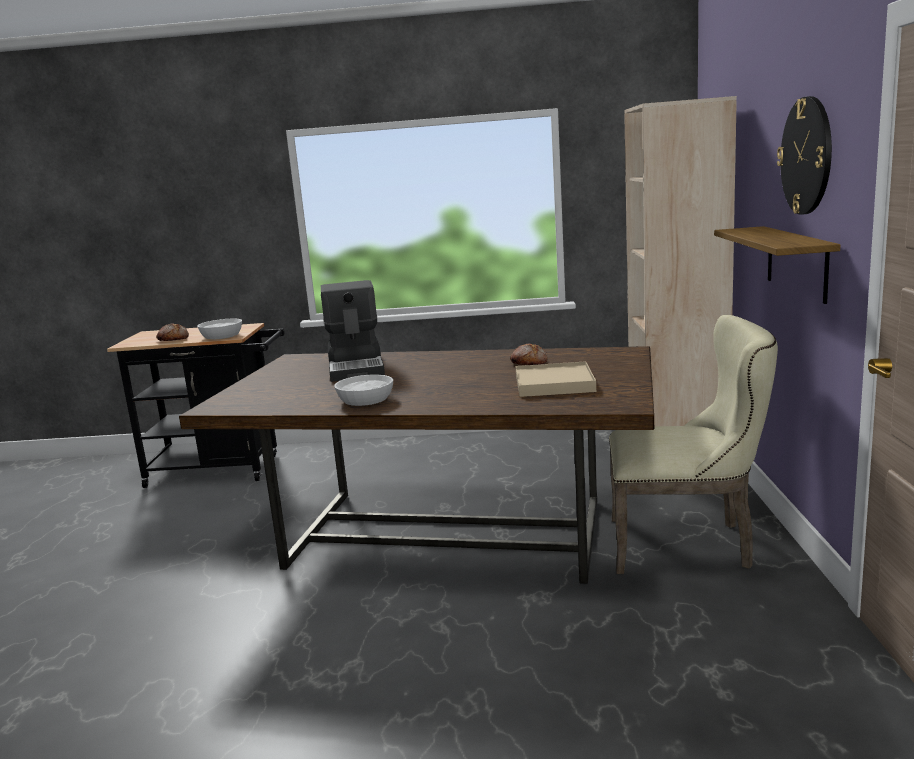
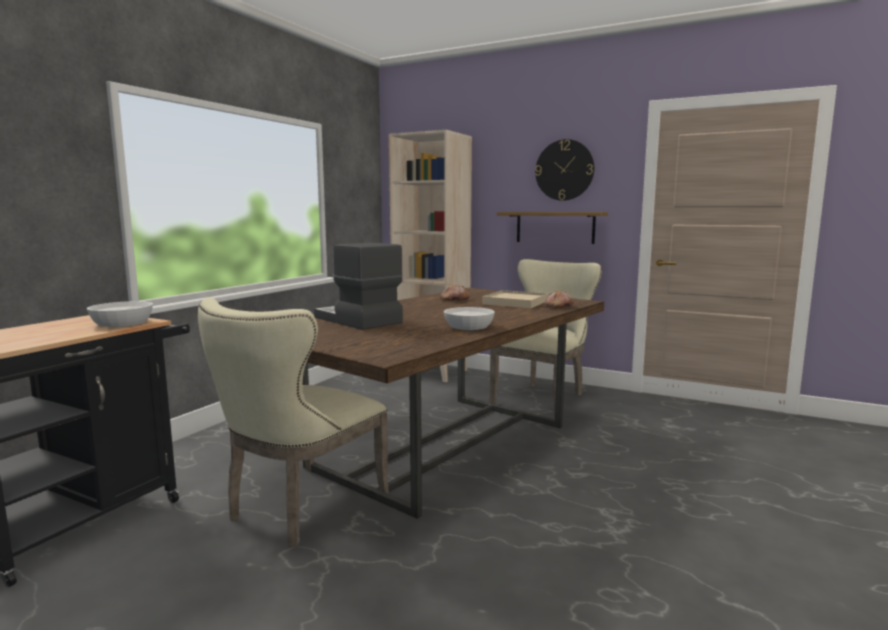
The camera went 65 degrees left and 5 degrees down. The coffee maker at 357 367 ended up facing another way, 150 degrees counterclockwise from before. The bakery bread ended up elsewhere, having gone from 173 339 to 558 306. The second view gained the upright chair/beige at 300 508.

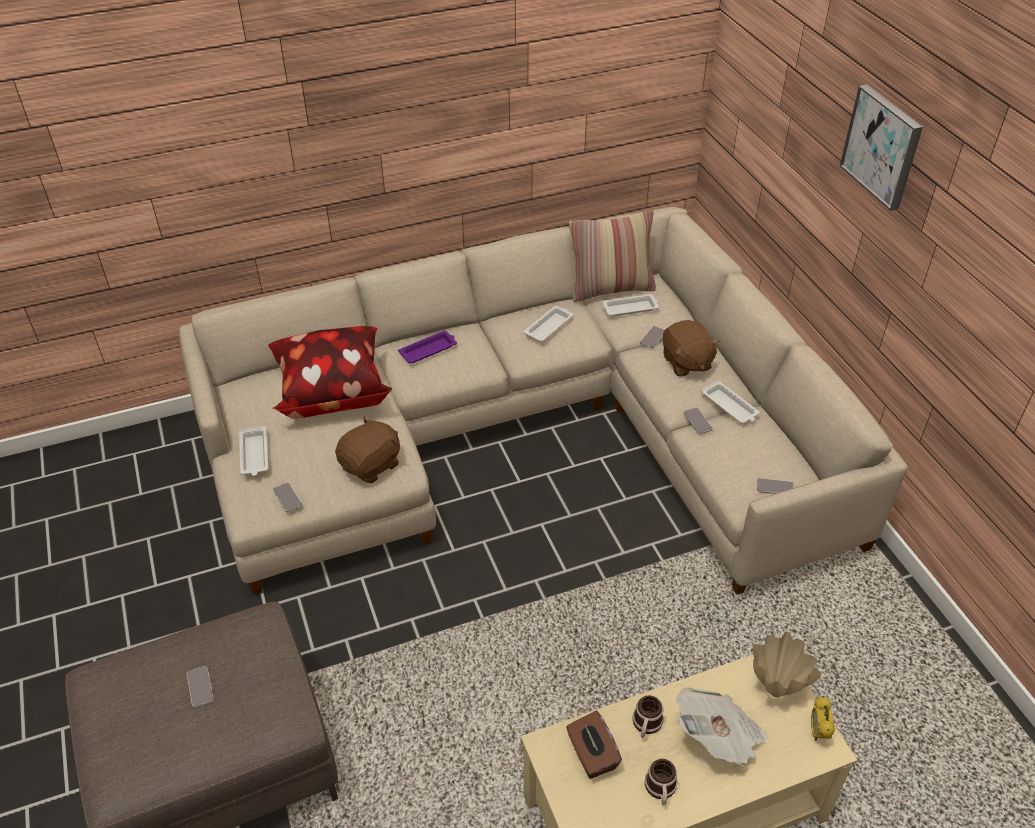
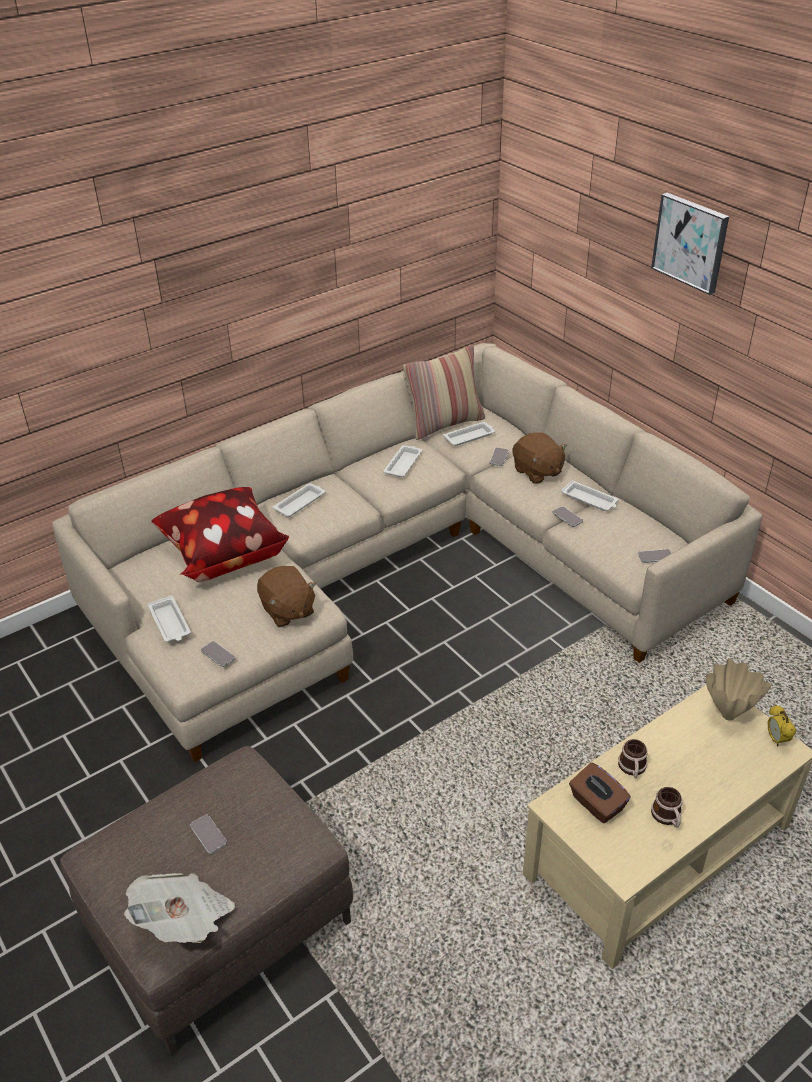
The camera went 15 degrees left and 5 degrees down. What was the serving tray/purple at 429 350 turned into the serving tray/white-coloured at 300 503. The plush toy/brown-coloured at 371 465 ended up facing another way, 120 degrees clockwise from before. The printed paper ended up elsewhere, having gone from 719 737 to 184 920.

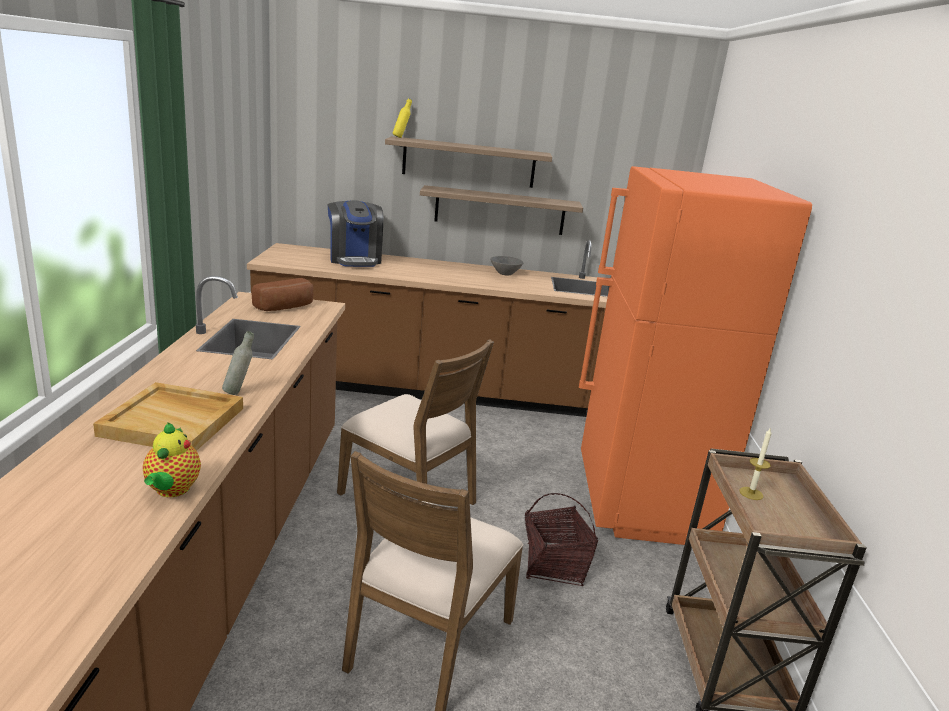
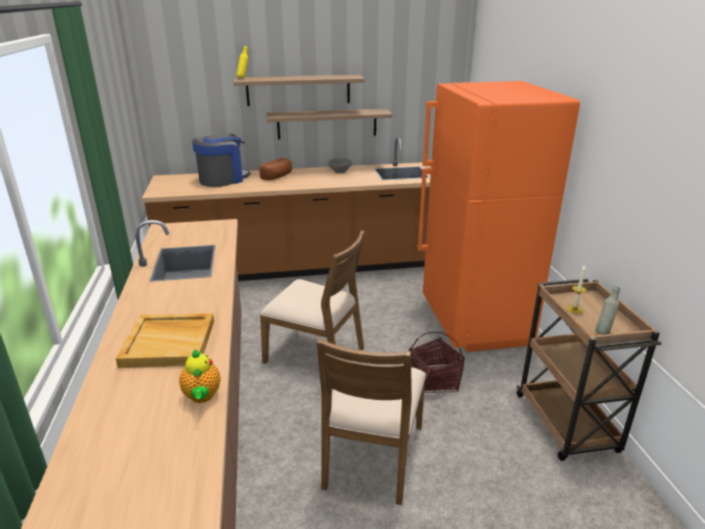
The camera went 10 degrees left and 5 degrees up. The coffee maker at 354 259 ended up facing another way, 105 degrees counterclockwise from before. The bakery bread ended up elsewhere, having gone from 286 307 to 278 176. The bottle/gray ended up elsewhere, having gone from 239 392 to 603 332.

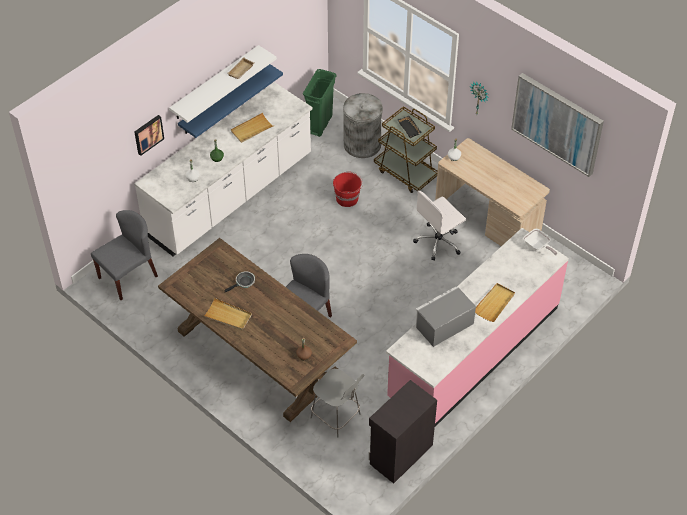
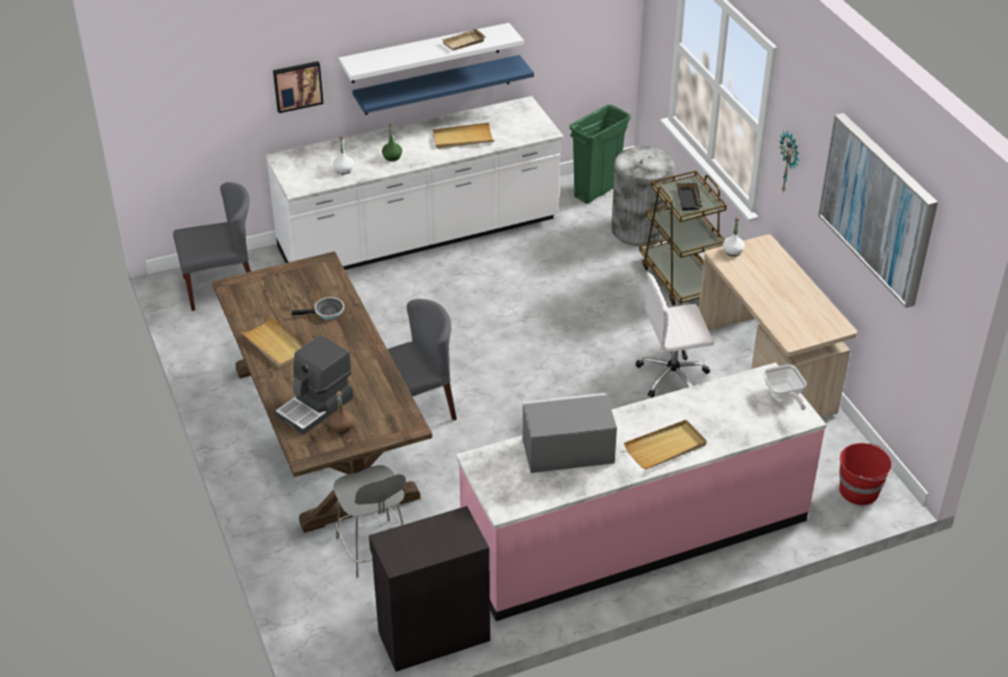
The camera went 25 degrees right and 10 degrees down. The water bucket/reddish ended up elsewhere, having gone from 347 198 to 860 491. The second view gained the coffee maker at 316 407.

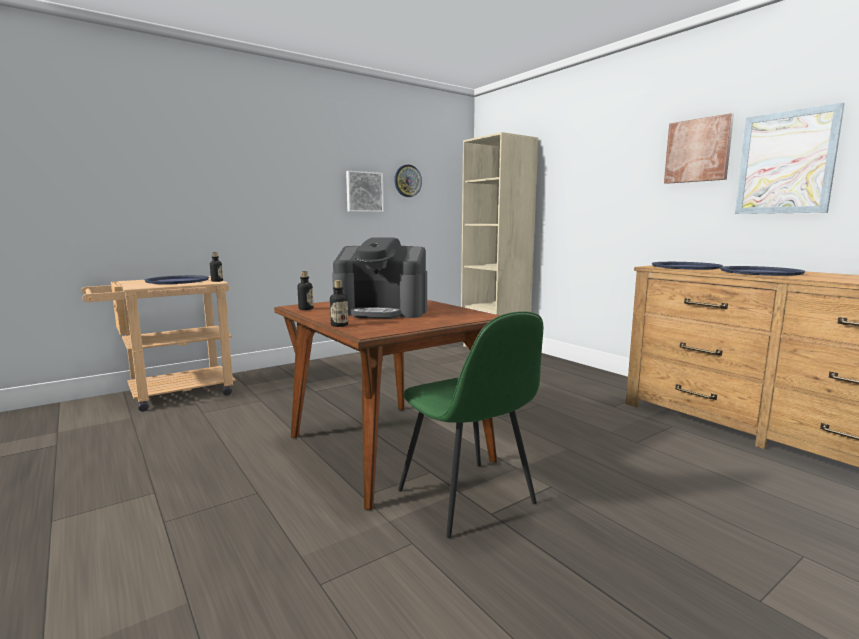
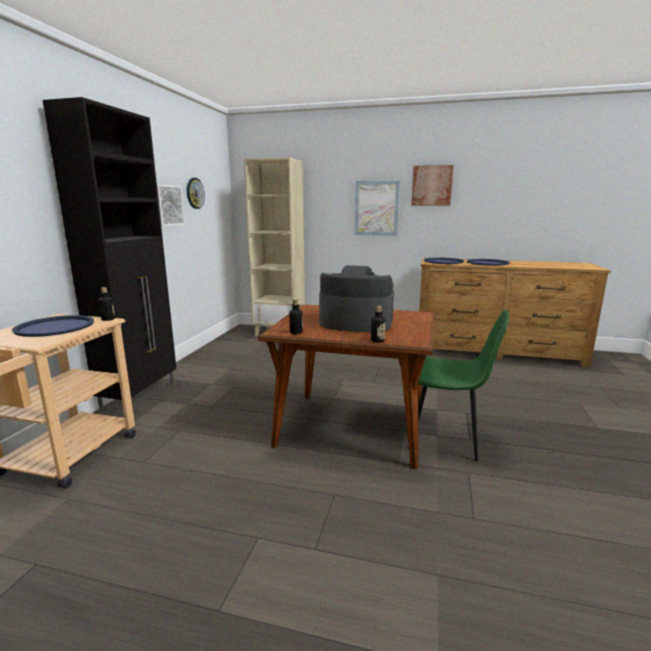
The camera went 40 degrees left and 5 degrees up. The picture ended up elsewhere, having gone from 785 163 to 376 208. The coffee maker at 382 311 ended up facing another way, 135 degrees counterclockwise from before. The second view gained the cabinet/black-coloured at 141 397.

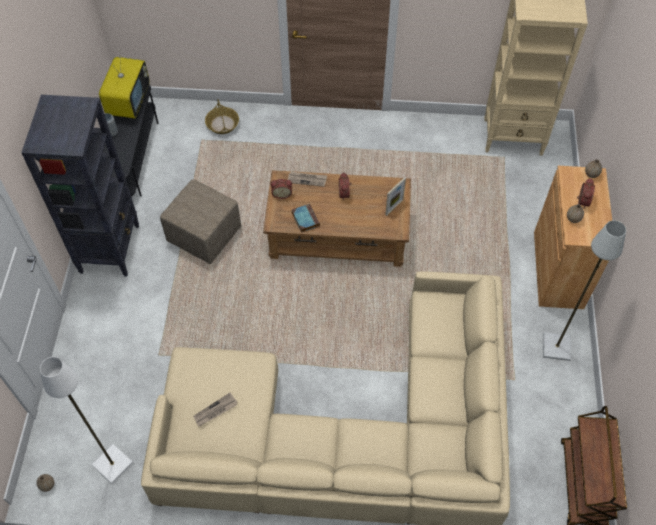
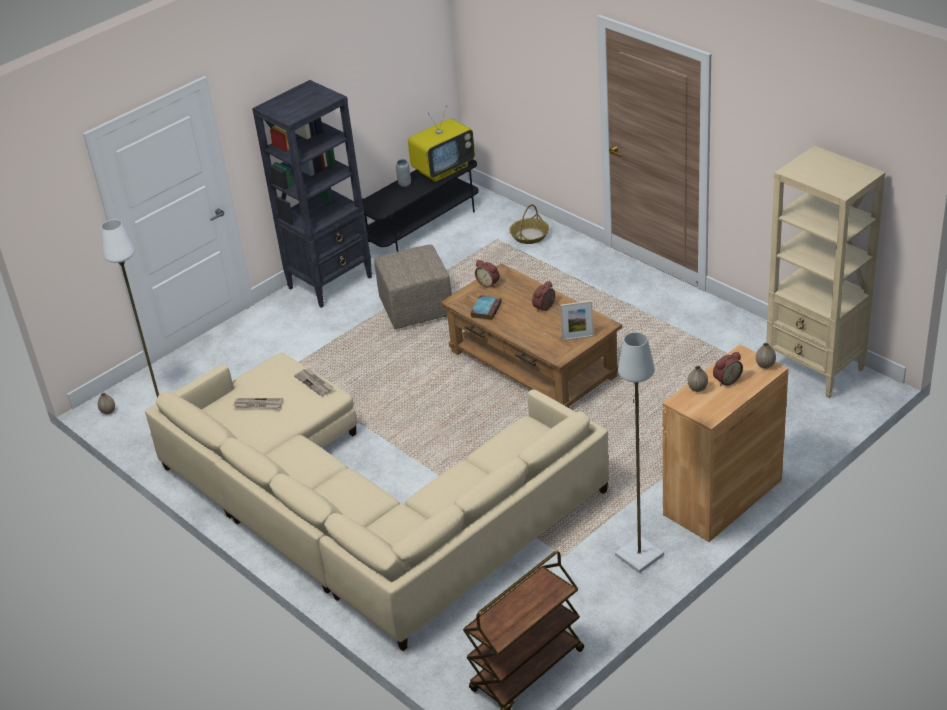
The camera went 45 degrees right and 20 degrees down. The printed paper ended up elsewhere, having gone from 307 179 to 315 383.

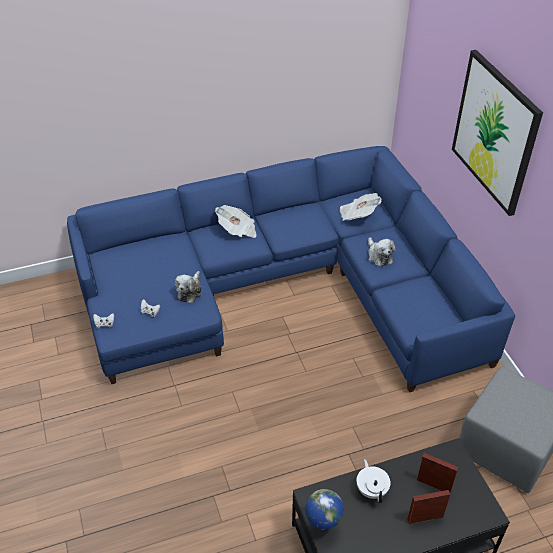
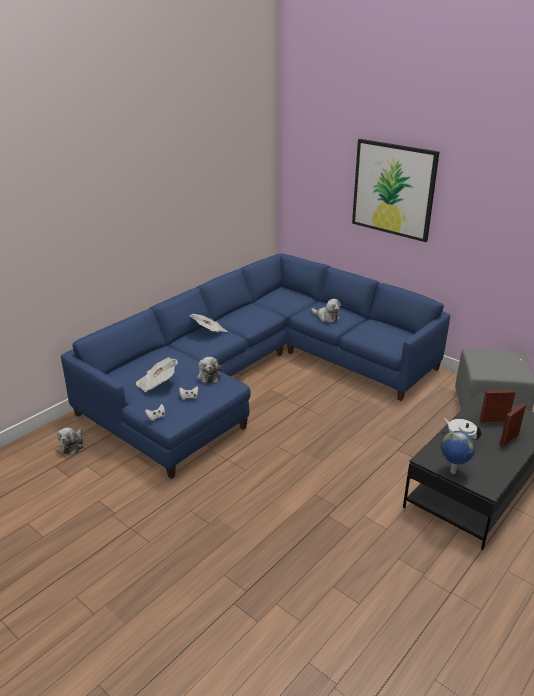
The camera went 30 degrees left and 15 degrees down. The printed paper ended up elsewhere, having gone from 358 215 to 157 384. The second view gained the plush toy at 73 445.

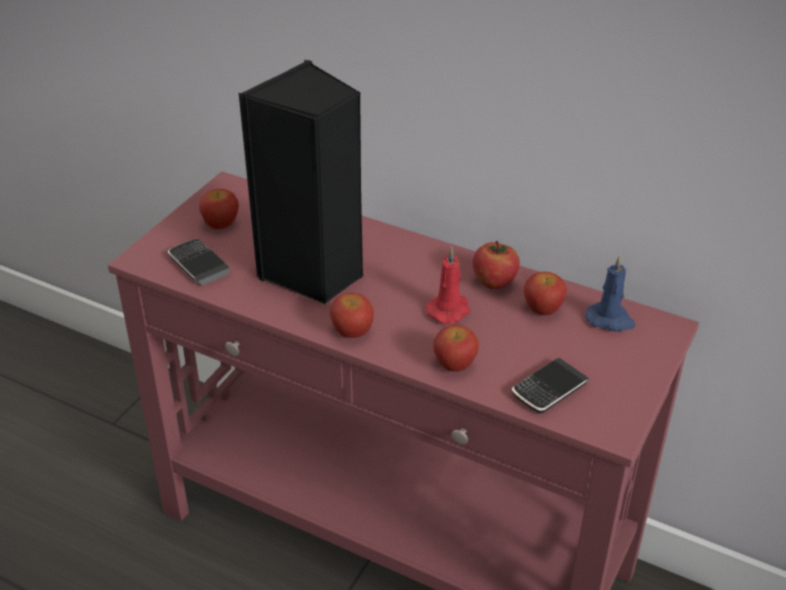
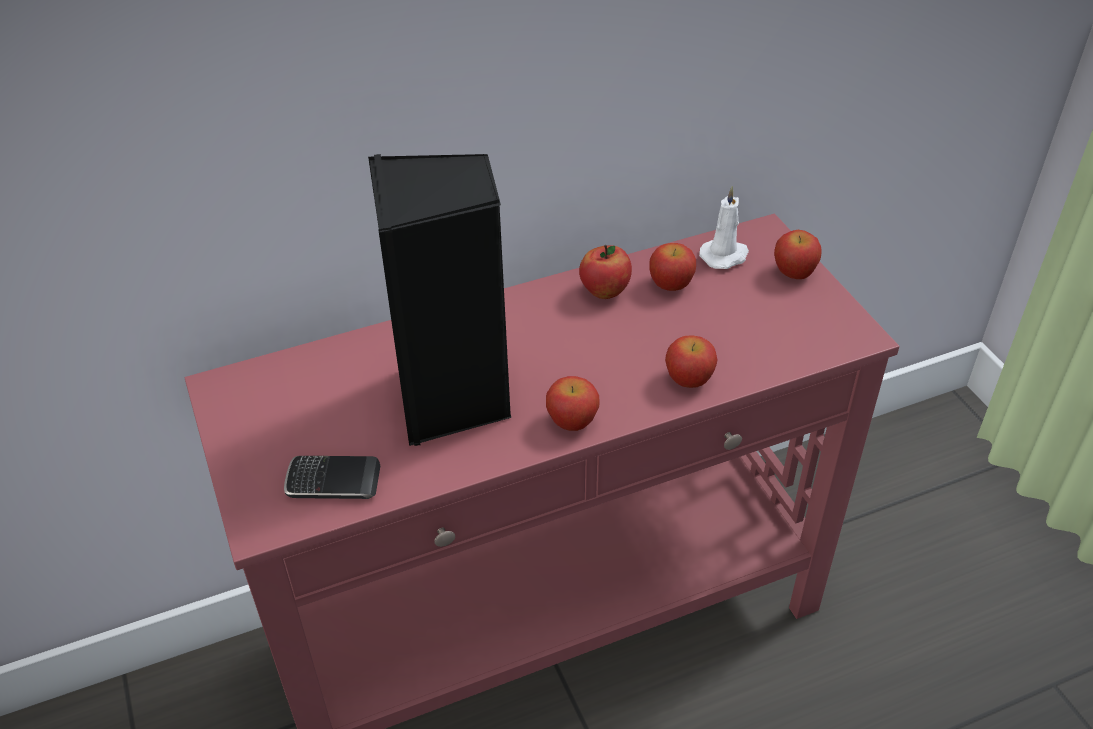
The camera went 50 degrees left and 5 degrees up. The whole apple ended up elsewhere, having gone from 221 224 to 794 272. The second view lost the candle/reddish at 449 310. What was the candle/bluish at 610 320 turned into the candle/white-coloured at 725 256. The second view lost the phone at 549 389.

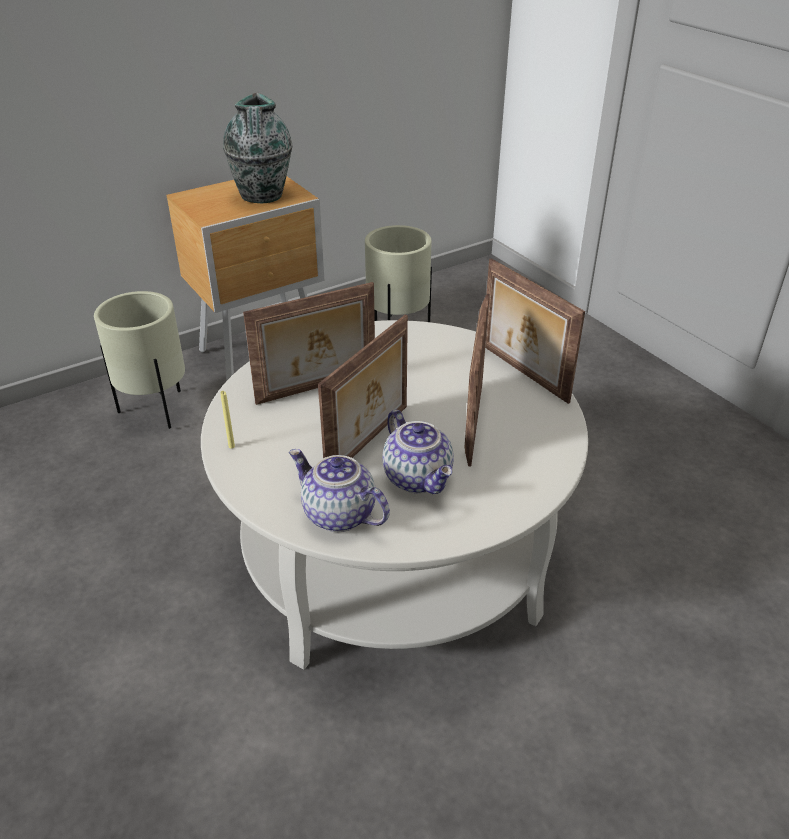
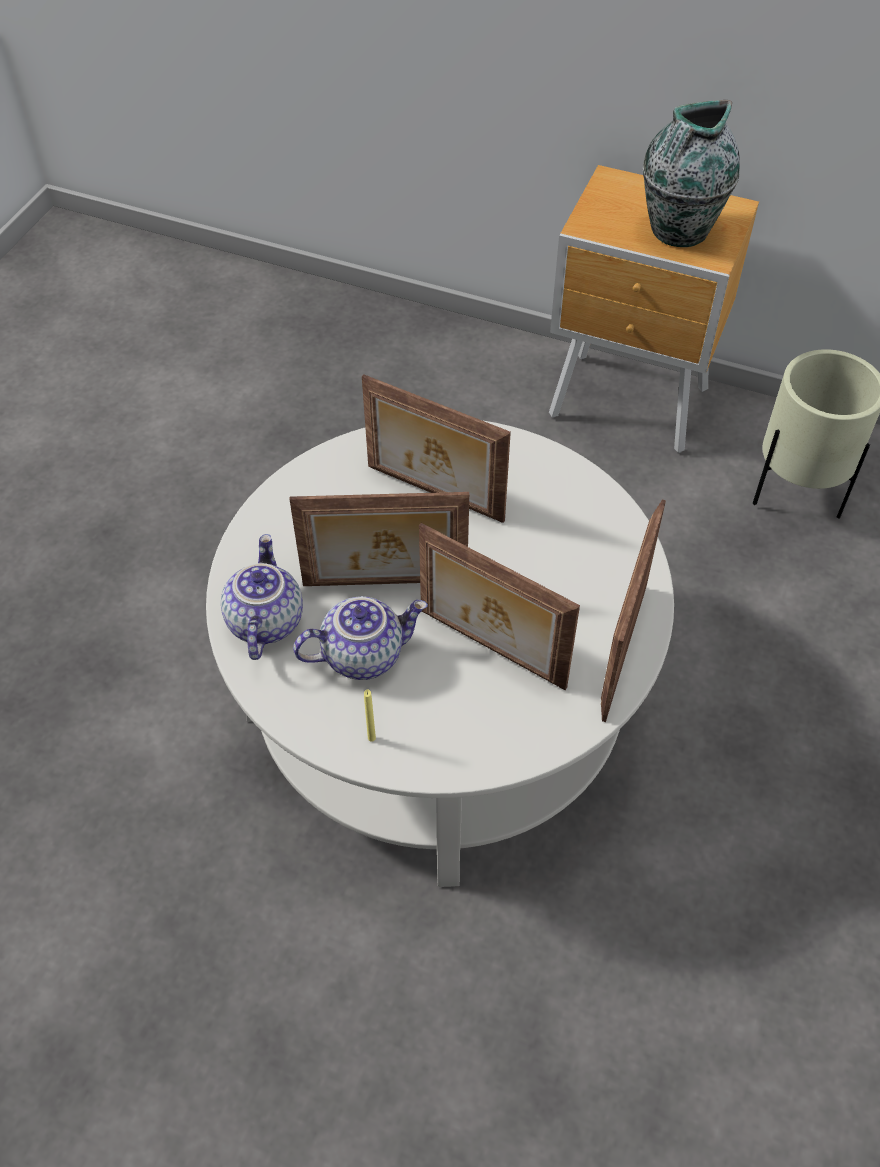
The camera went 55 degrees right and 15 degrees up. The second view lost the planter/beige at 157 410. The standing frame at 473 422 ended up facing another way, 120 degrees counterclockwise from before. The candle/yellow-coloured ended up elsewhere, having gone from 231 446 to 371 738. The teapot at 419 478 ended up facing another way, 135 degrees counterclockwise from before.

